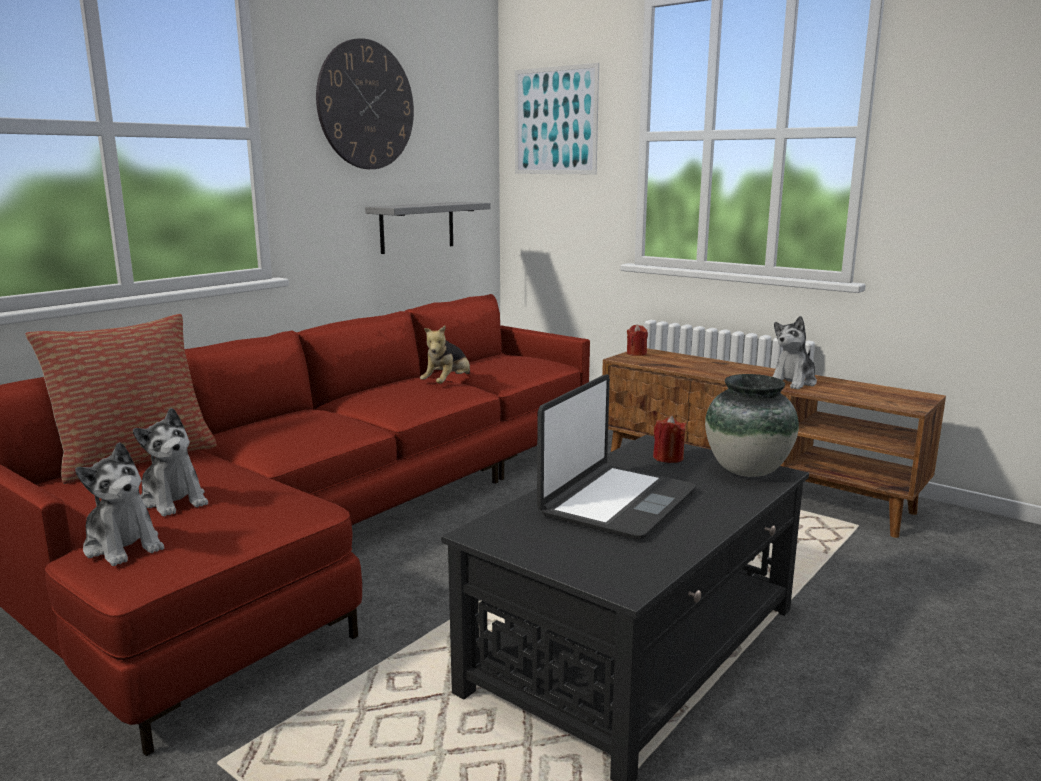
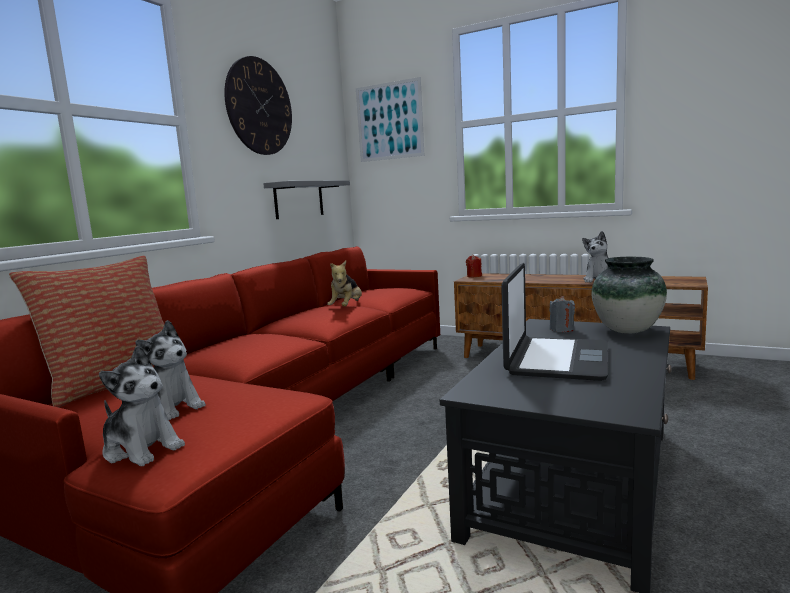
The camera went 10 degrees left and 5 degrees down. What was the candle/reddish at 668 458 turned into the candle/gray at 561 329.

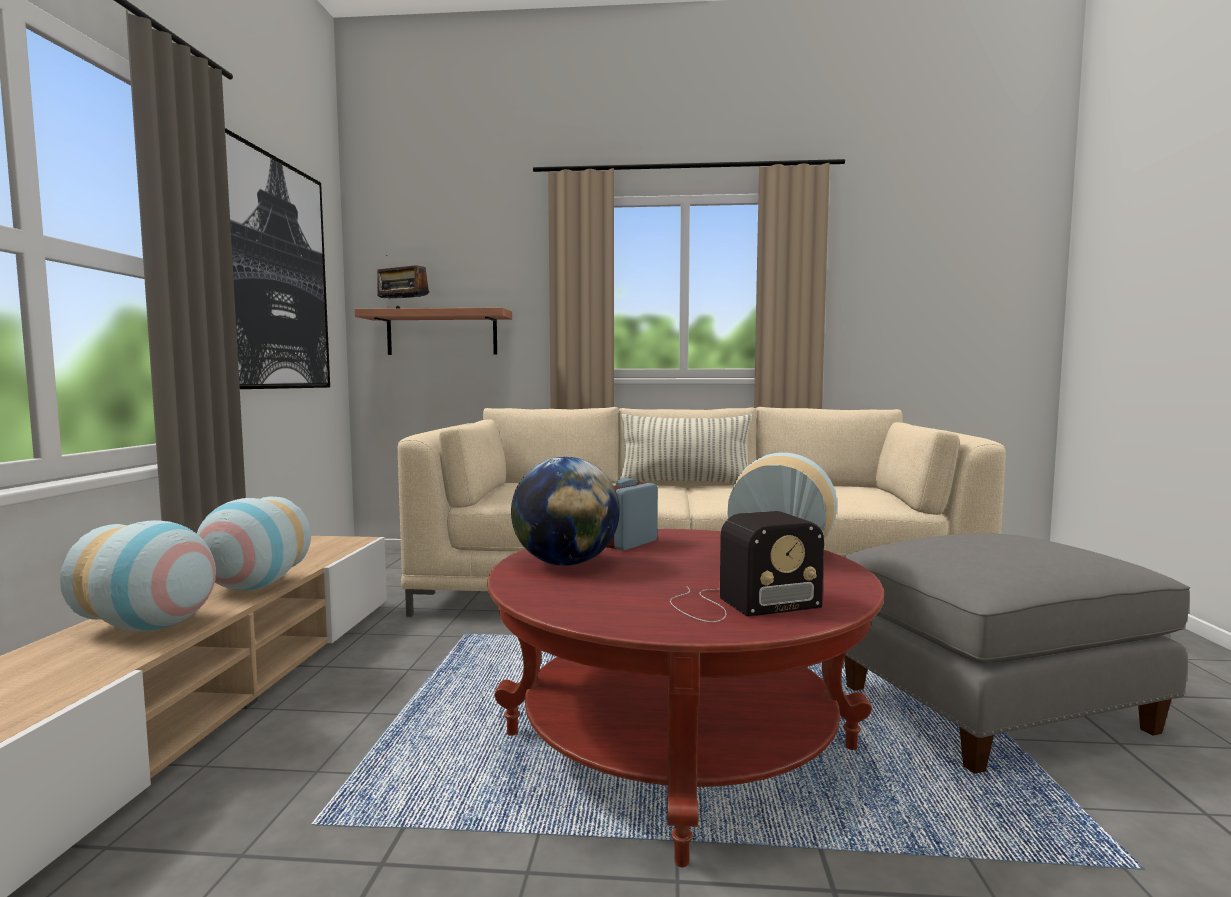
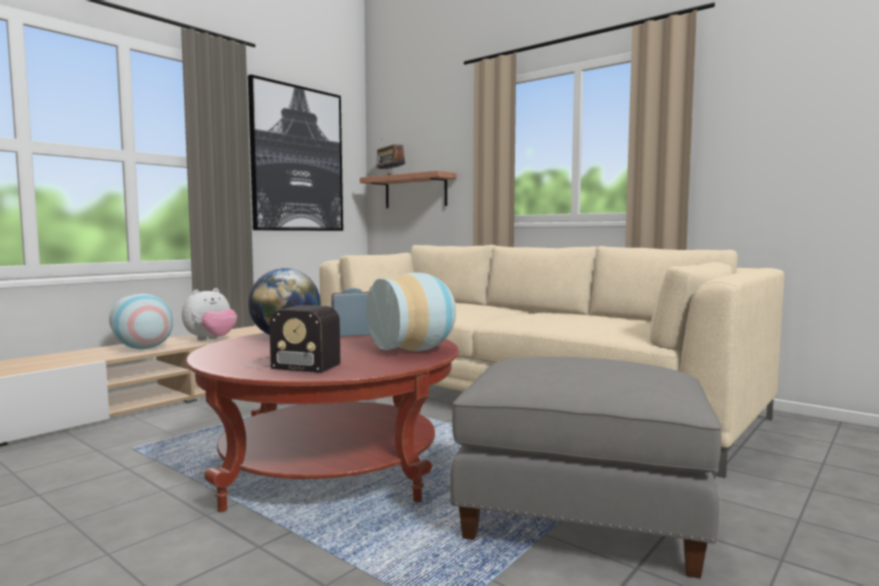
The camera went 35 degrees right and 0 degrees up. The second view lost the cushion at 685 484. Where the flower vase stood at 251 587, the plush toy came to stand at 211 340.

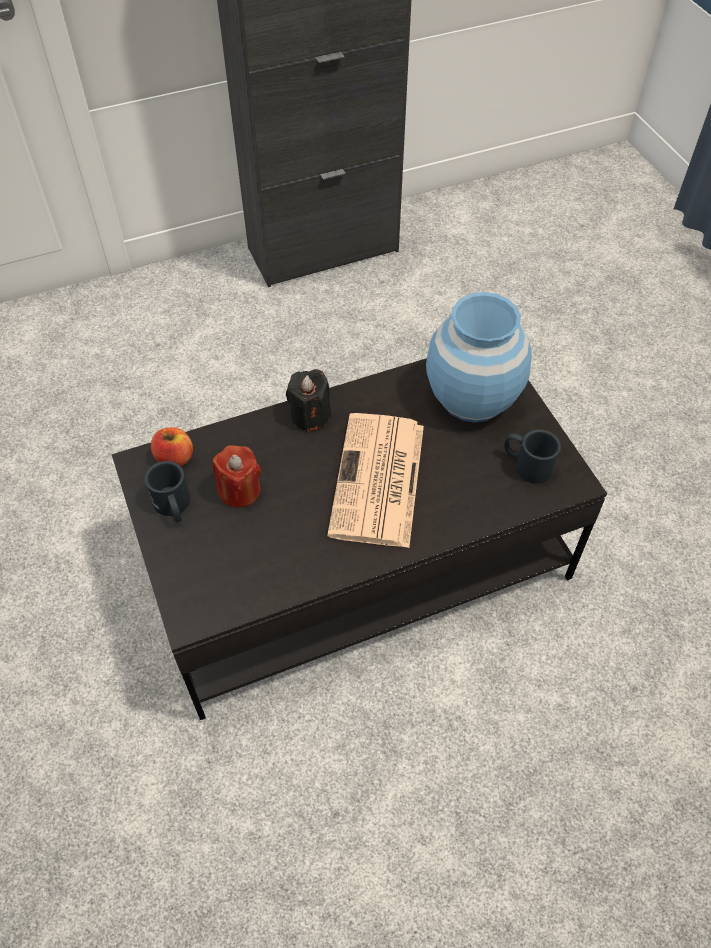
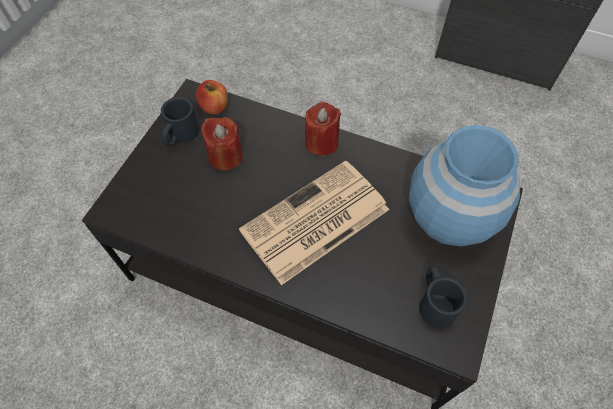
The camera went 45 degrees right and 5 degrees up. What was the candle/black-coloured at 310 416 turned into the candle/reddish at 321 142.

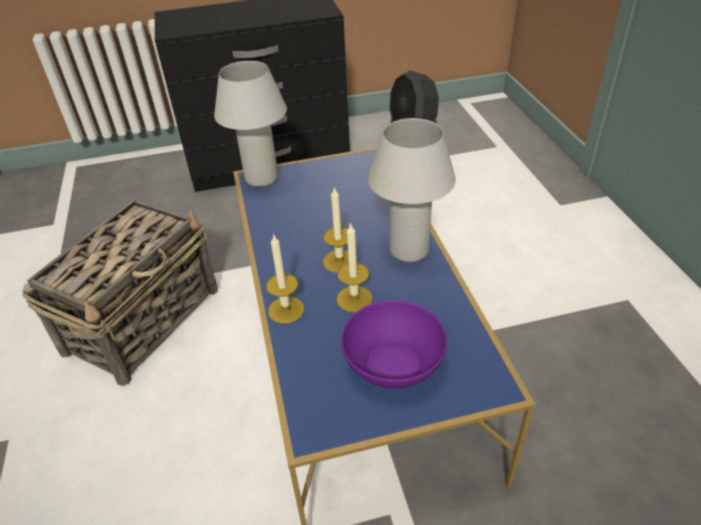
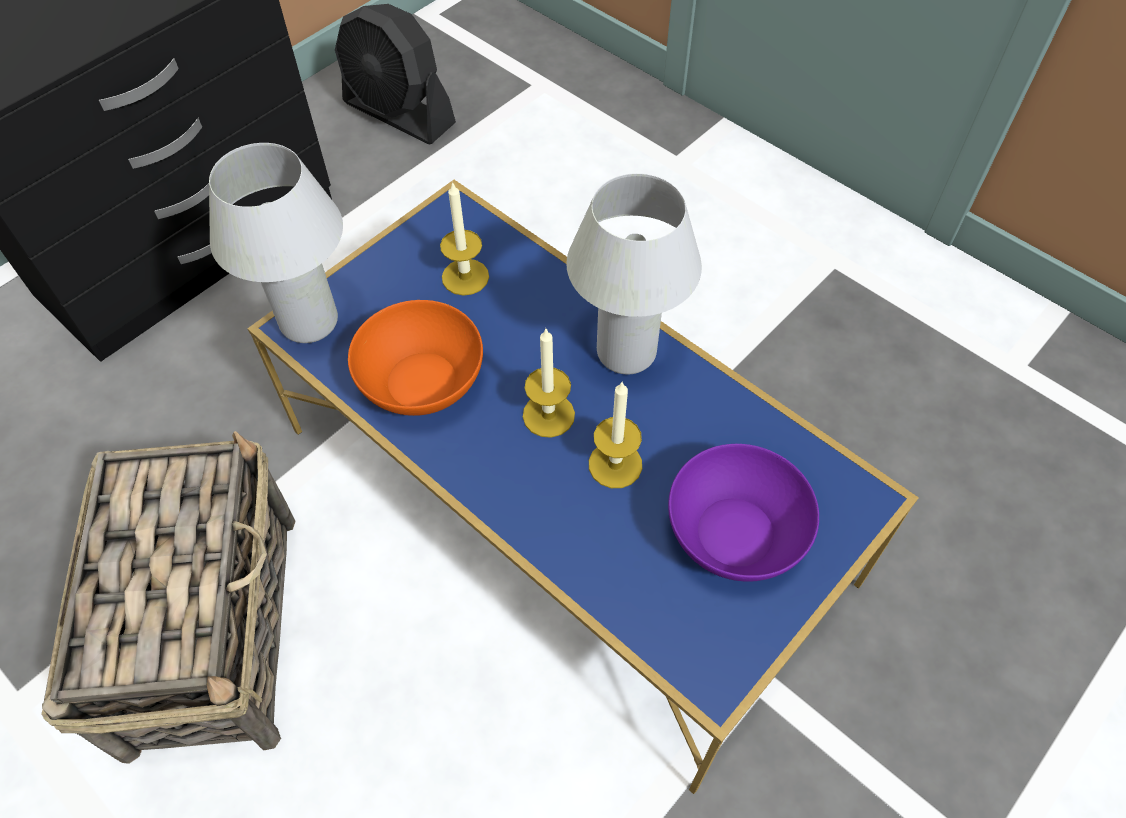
The camera went 35 degrees left and 15 degrees up. The candle ended up elsewhere, having gone from 286 310 to 465 277. The second view gained the deep dish/orange-coloured at 422 382.

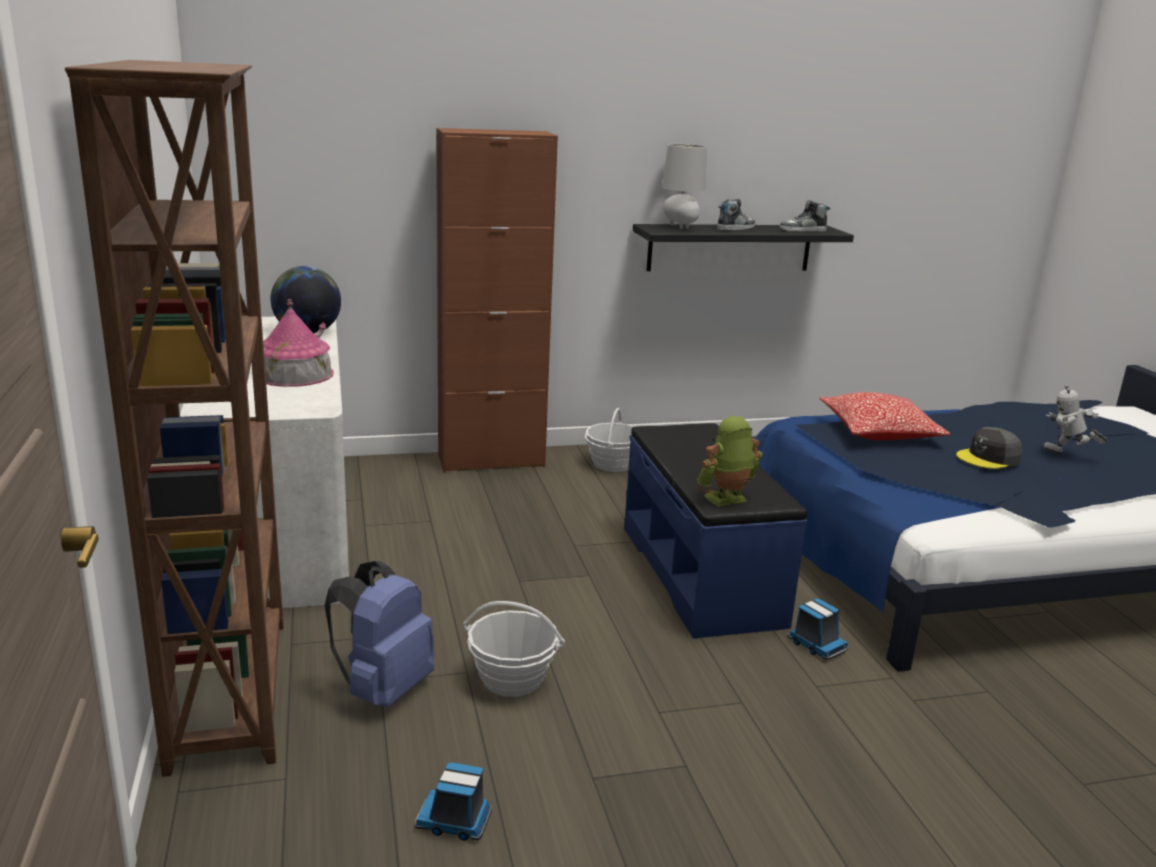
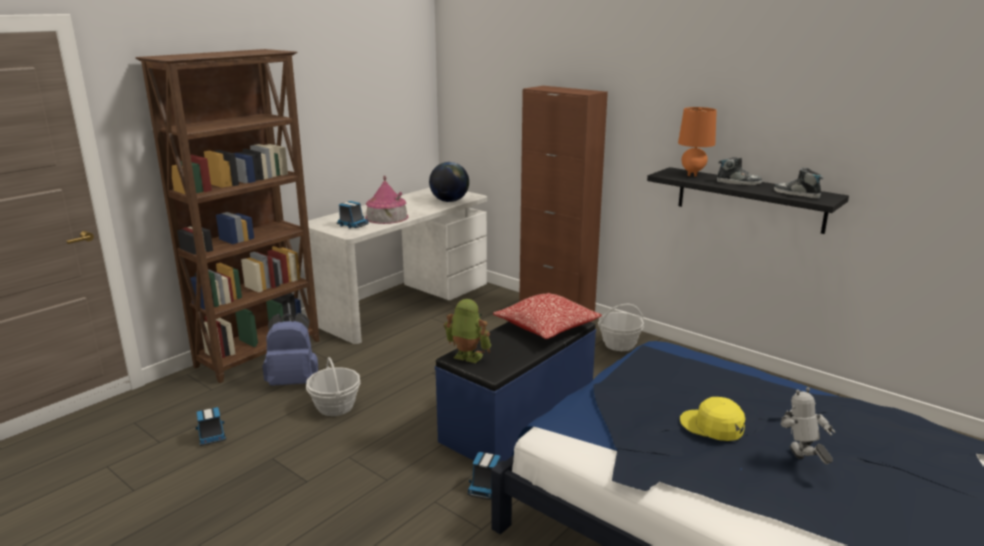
The camera went 55 degrees right and 0 degrees up. What was the lamp for a table/gray at 680 227 turned into the lamp for a table/orange-coloured at 693 174. The cushion ended up elsewhere, having gone from 879 432 to 547 327. What was the peaked cap/gray at 989 458 turned into the peaked cap/yellow-coloured at 712 425. The second view gained the toy lorry at 352 225.

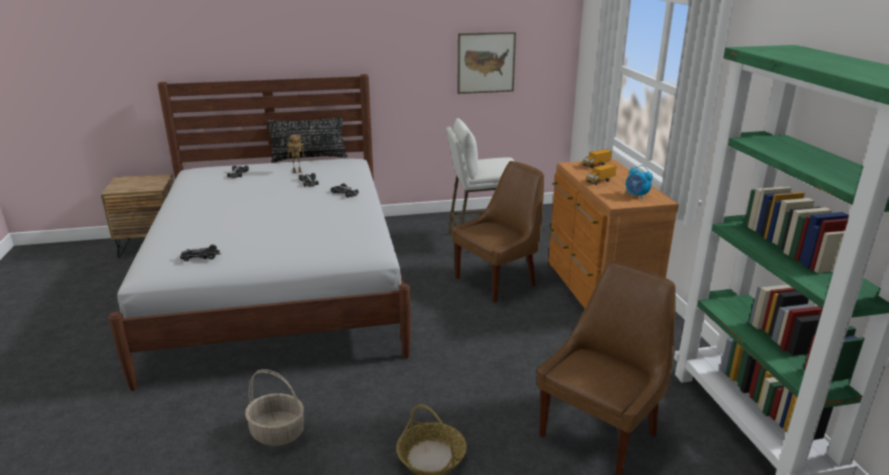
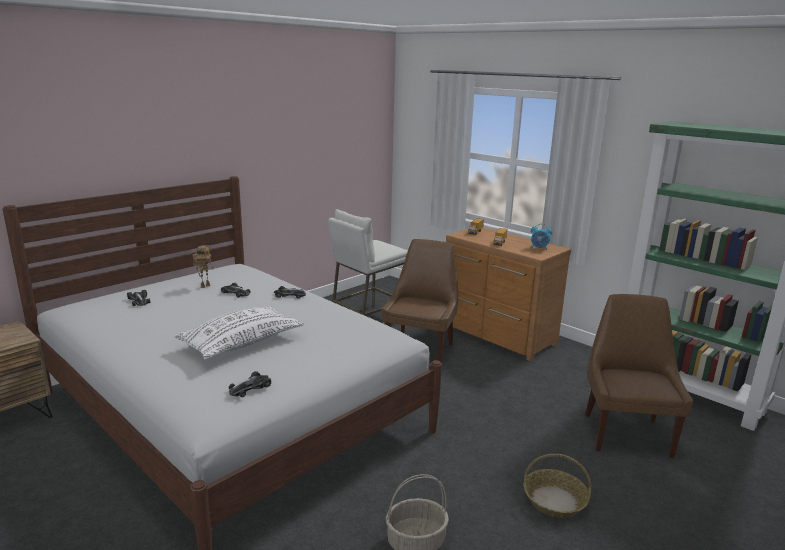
The camera went 35 degrees left and 5 degrees down. The second view lost the picture at 486 63. The second view lost the cushion/black-coloured at 309 158. The second view gained the cushion/white-coloured at 241 343.

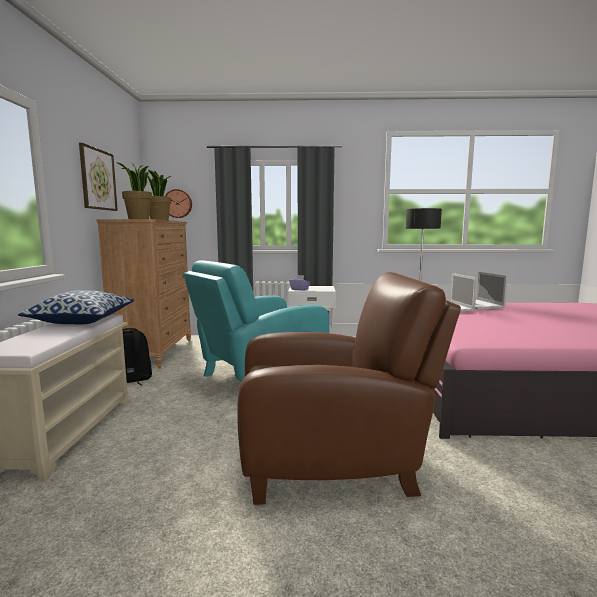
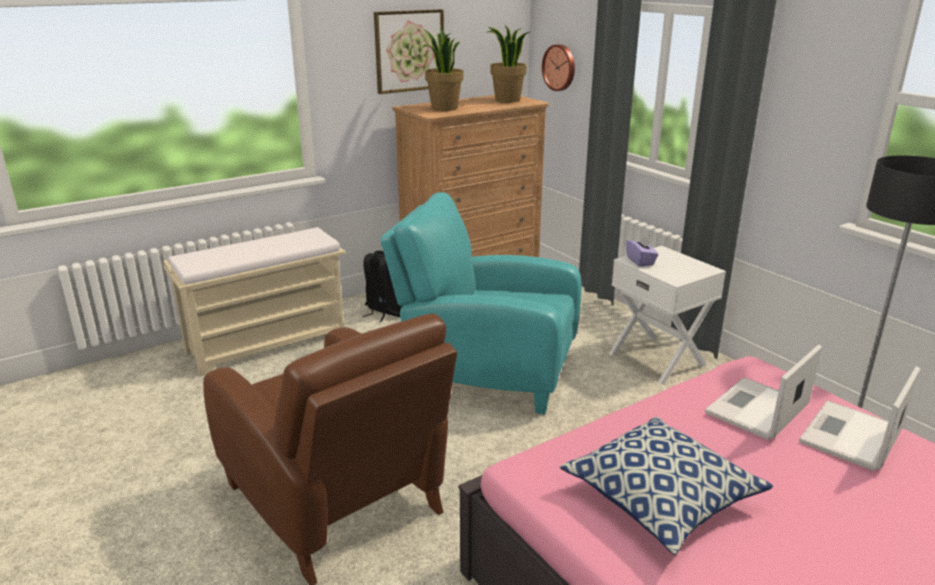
The camera went 55 degrees right and 15 degrees up. The cushion ended up elsewhere, having gone from 83 320 to 661 499.

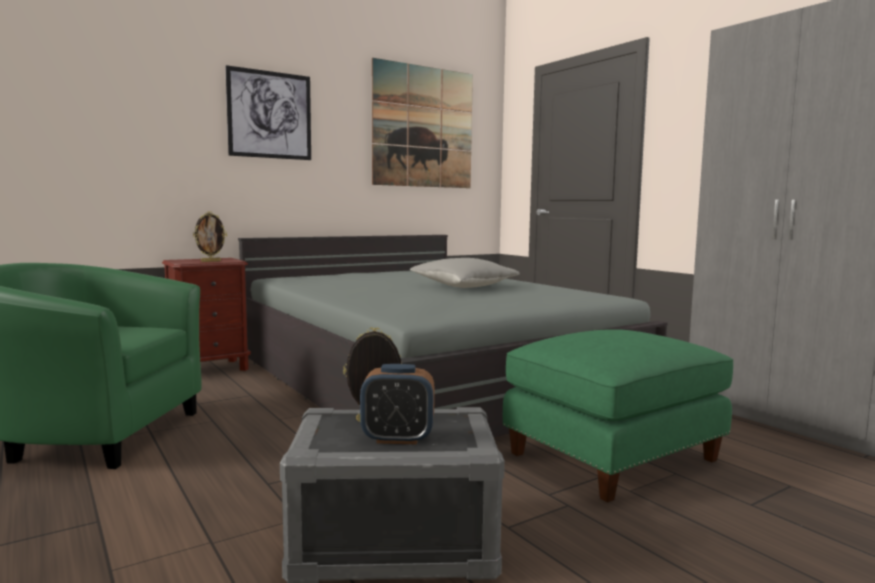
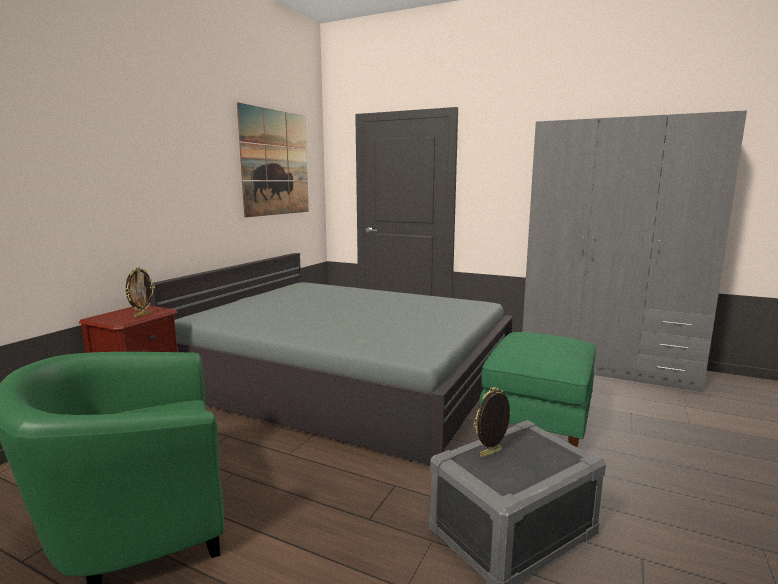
The camera went 30 degrees left and 5 degrees up. The second view lost the picture at 270 115. The second view lost the cushion/gray at 463 286. The second view lost the table clock at 397 439.

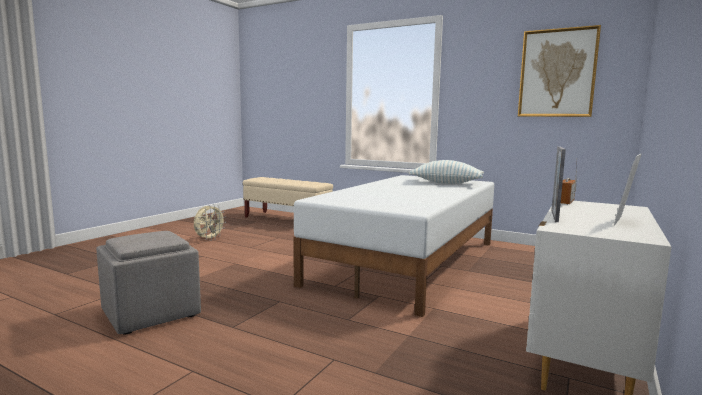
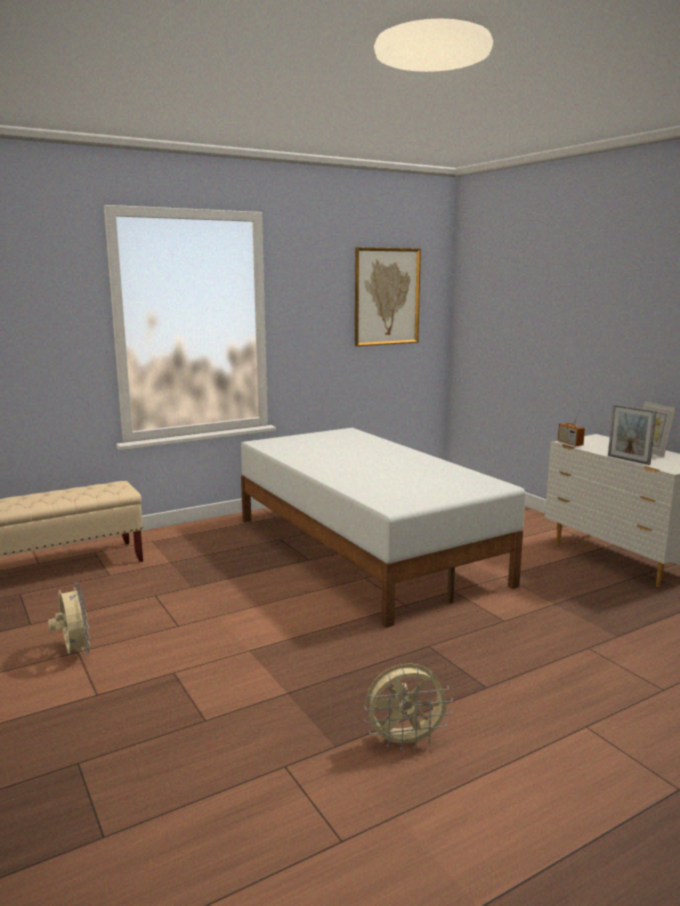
The camera went 60 degrees left and 5 degrees up. The second view lost the cushion at 446 183. Where the pouffe/gray stood at 152 313, the cooling fan/beige came to stand at 405 741.

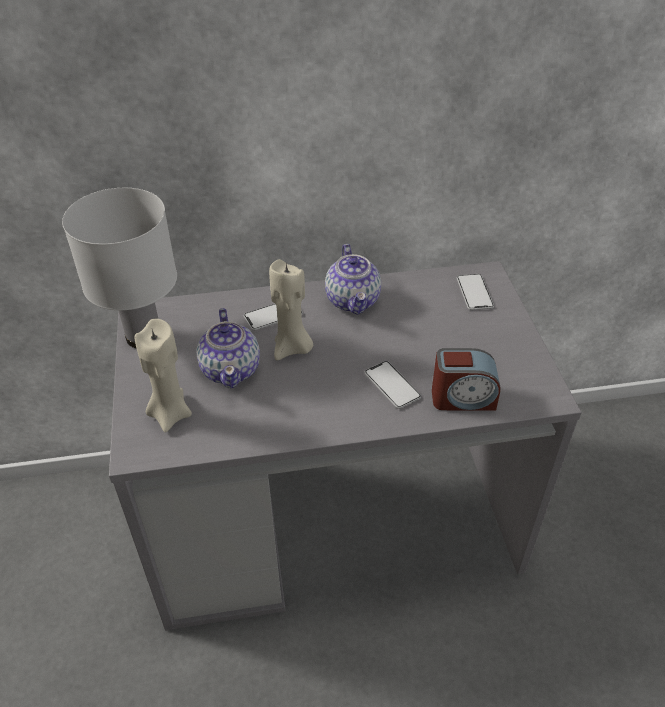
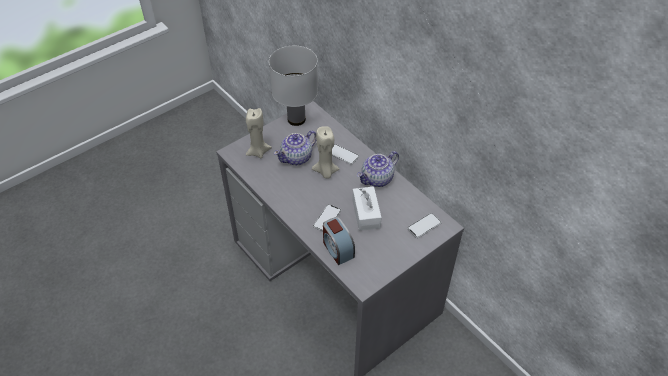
The camera went 60 degrees right and 5 degrees up. The second view gained the tissue box/white-coloured at 366 214.

